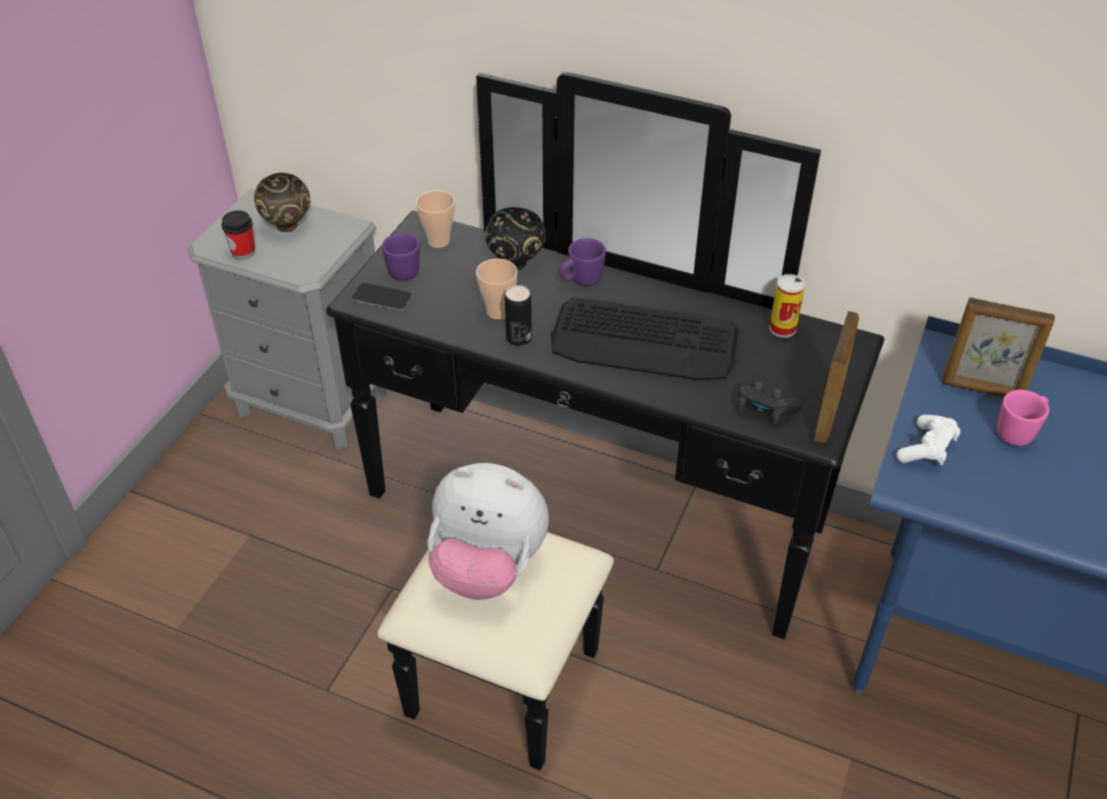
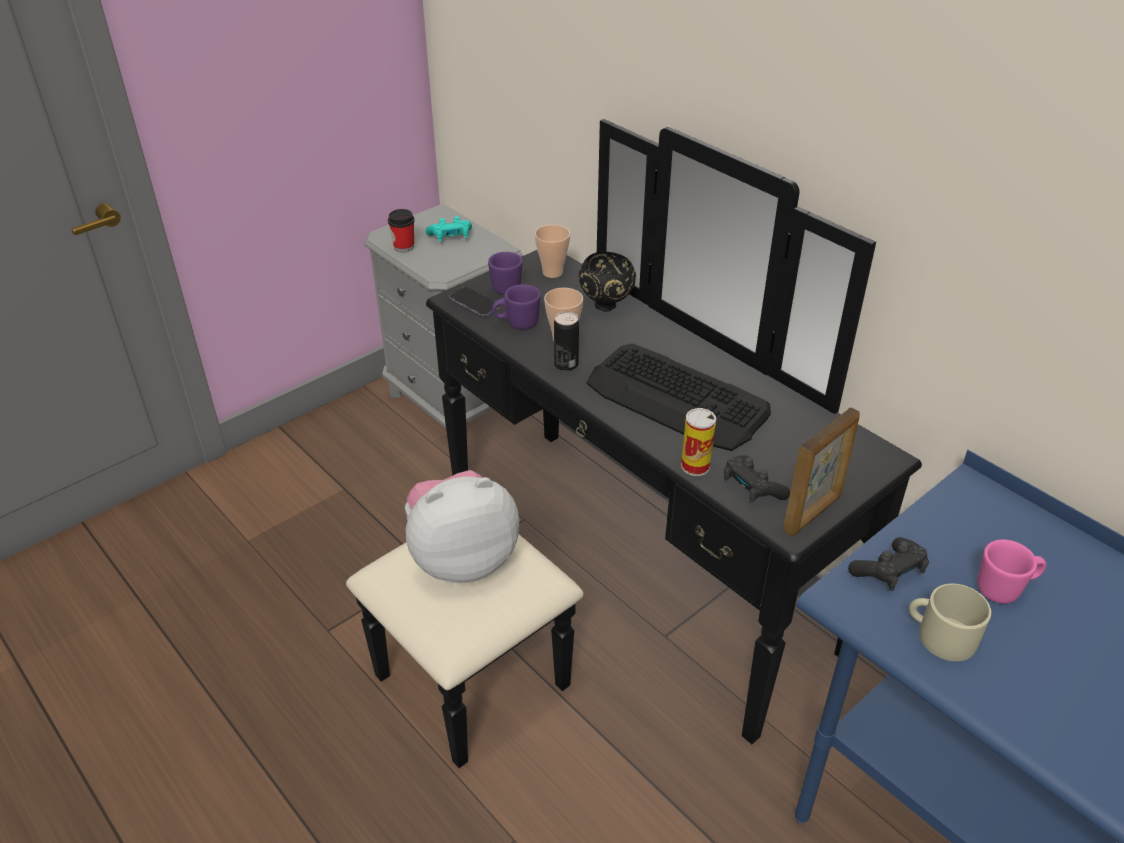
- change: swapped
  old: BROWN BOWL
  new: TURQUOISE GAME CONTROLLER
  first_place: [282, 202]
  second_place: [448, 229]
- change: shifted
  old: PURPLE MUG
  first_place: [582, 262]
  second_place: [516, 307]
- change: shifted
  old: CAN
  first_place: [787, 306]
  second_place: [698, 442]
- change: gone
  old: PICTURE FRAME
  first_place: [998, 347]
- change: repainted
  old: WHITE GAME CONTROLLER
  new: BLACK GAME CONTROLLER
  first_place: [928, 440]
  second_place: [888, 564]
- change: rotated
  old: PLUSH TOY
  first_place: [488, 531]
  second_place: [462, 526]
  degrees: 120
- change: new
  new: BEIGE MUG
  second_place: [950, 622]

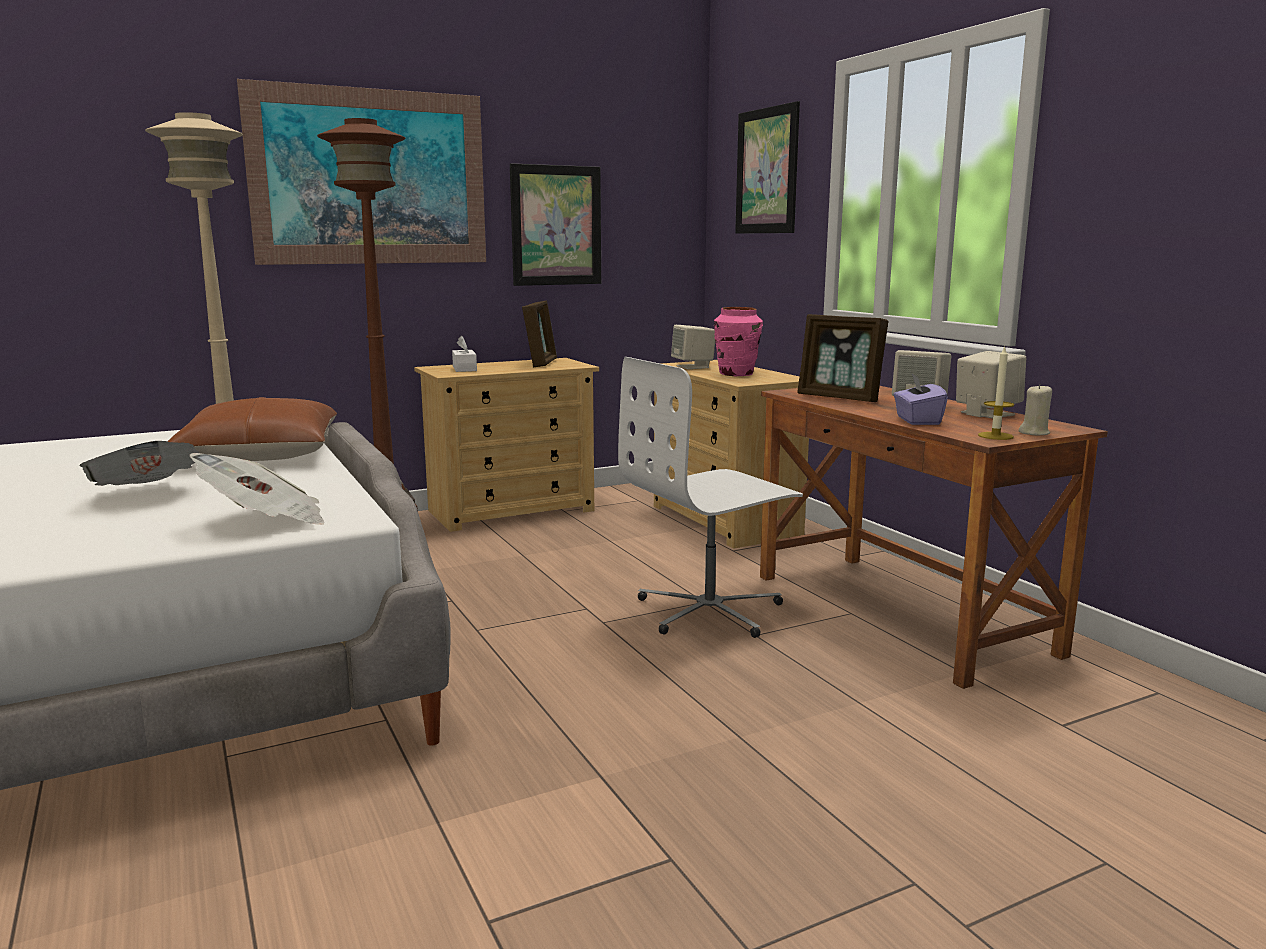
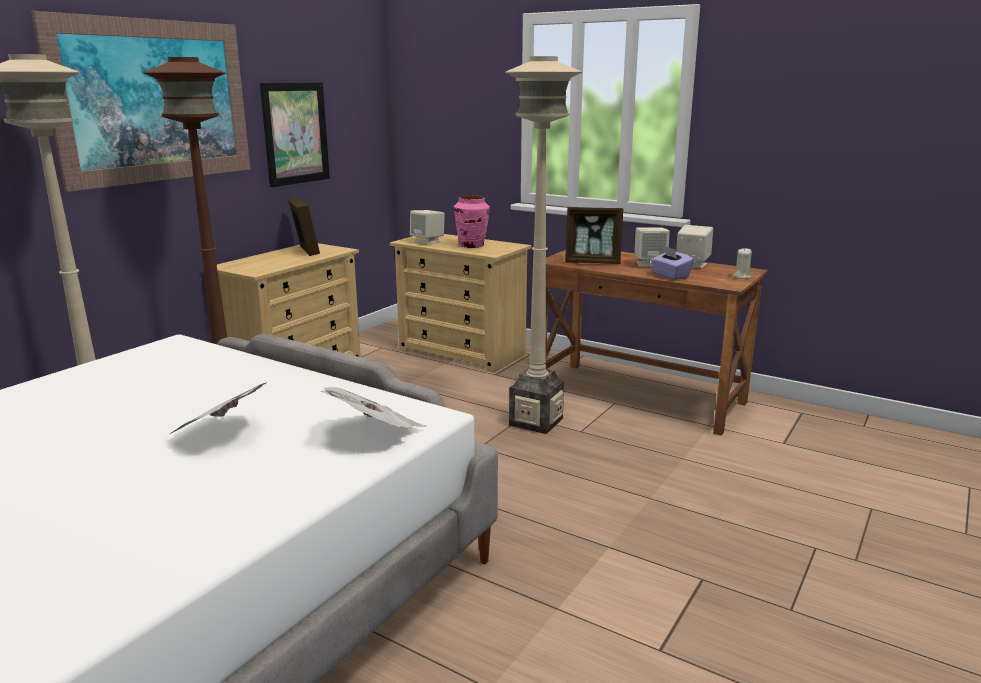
- change: gone
  old: PICTURE
  first_place: [767, 167]
- change: gone
  old: WHITE TISSUE BOX
  first_place: [464, 354]
- change: gone
  old: CANDLE
  first_place: [996, 393]
- change: swapped
  old: WHITE OFFICE CHAIR
  new: BEIGE FLOOR LAMP
  first_place: [710, 497]
  second_place: [543, 245]
- change: gone
  old: BROWN PILLOW
  first_place: [252, 429]

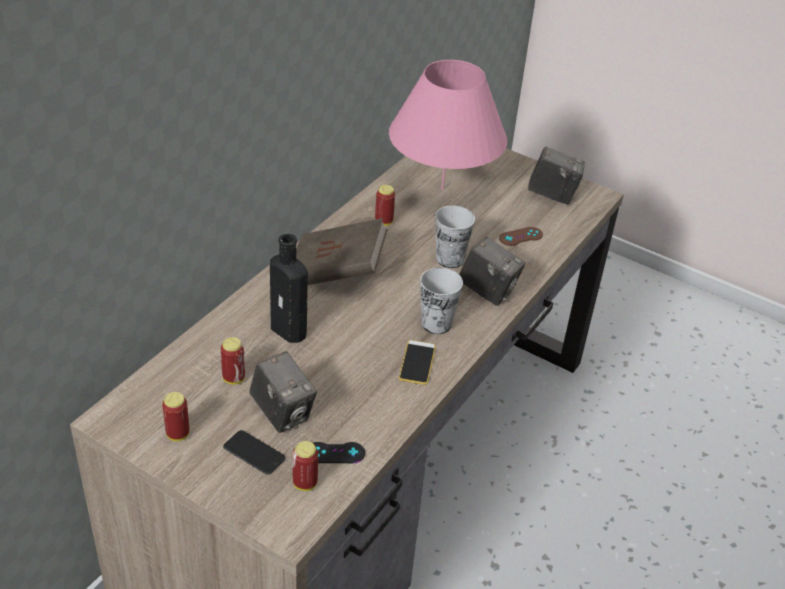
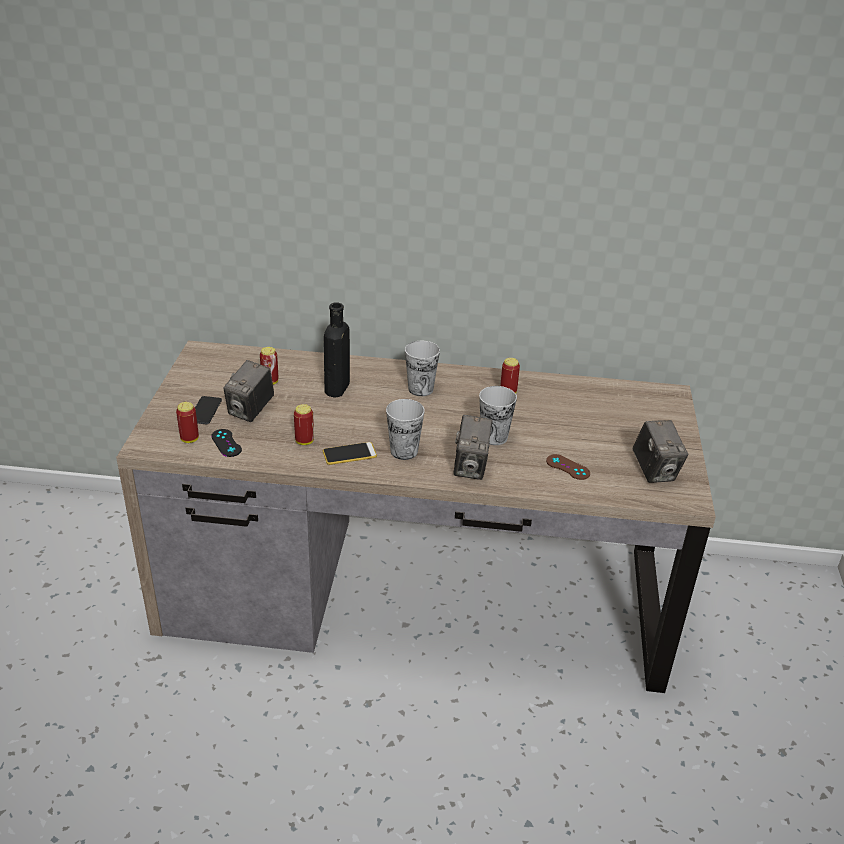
- change: gone
  old: PINK TABLE LAMP
  first_place: [448, 125]
- change: swapped
  old: BROWN BOOK
  new: CUP
  first_place: [342, 251]
  second_place: [422, 368]
- change: shifted
  old: CAN
  first_place: [176, 416]
  second_place: [304, 424]

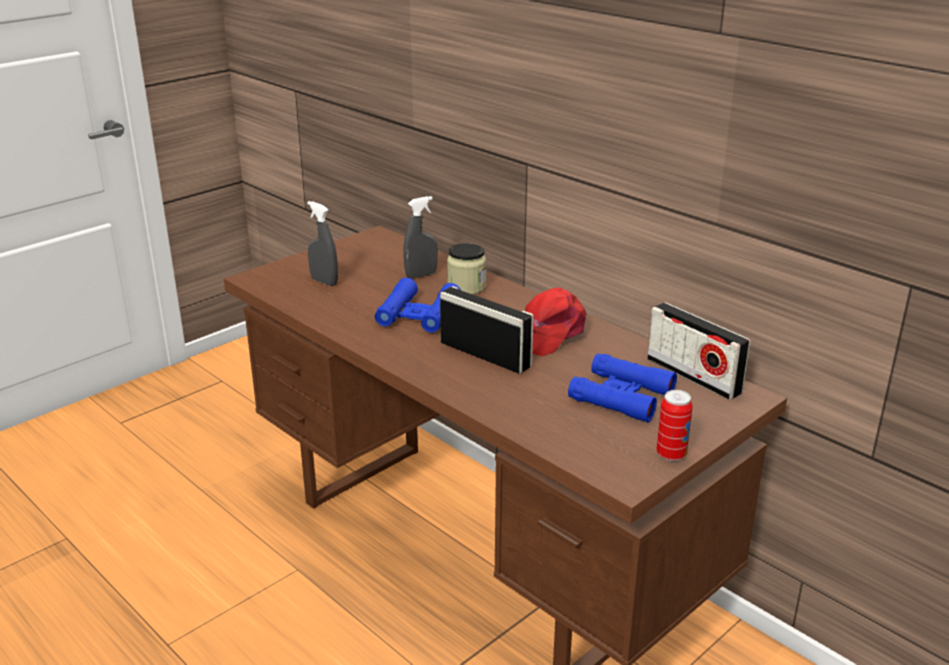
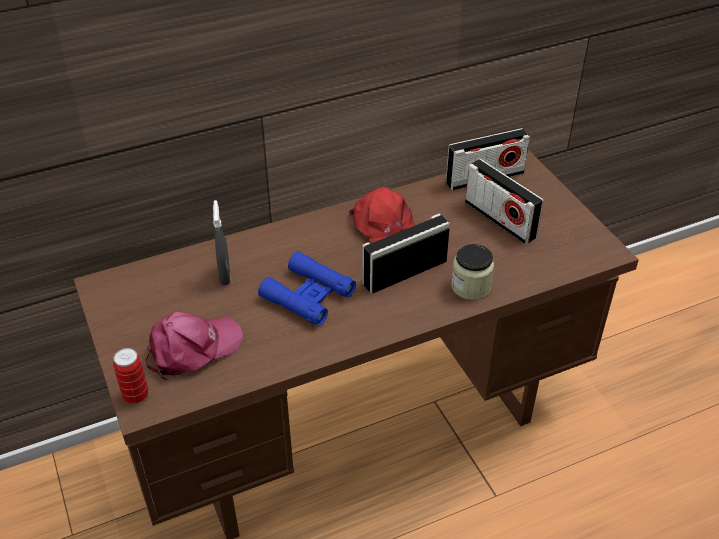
- change: swapped
  old: GREY SPRAY BOTTLE
  new: PINK CAP
  first_place: [322, 243]
  second_place: [194, 346]
- change: shifted
  old: JAR
  first_place: [466, 268]
  second_place: [472, 272]
- change: swapped
  old: BLUE BINOCULARS
  new: RADIO
  first_place: [622, 387]
  second_place: [504, 201]
- change: shifted
  old: CAN
  first_place: [675, 426]
  second_place: [131, 376]

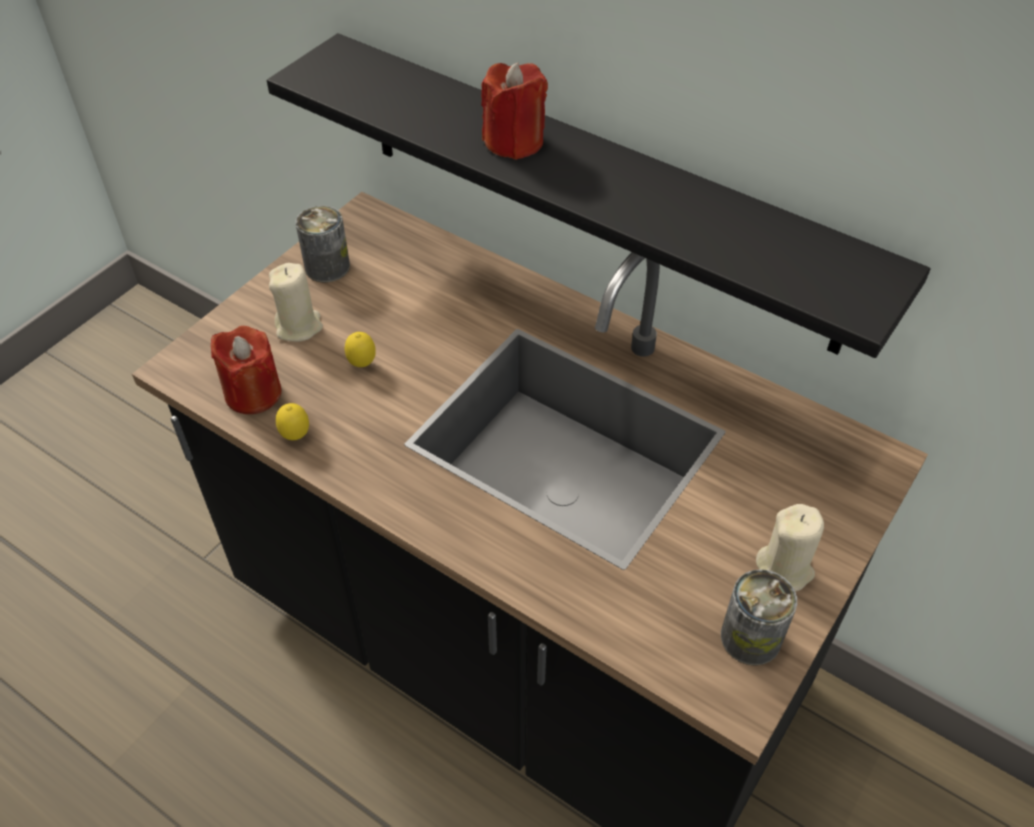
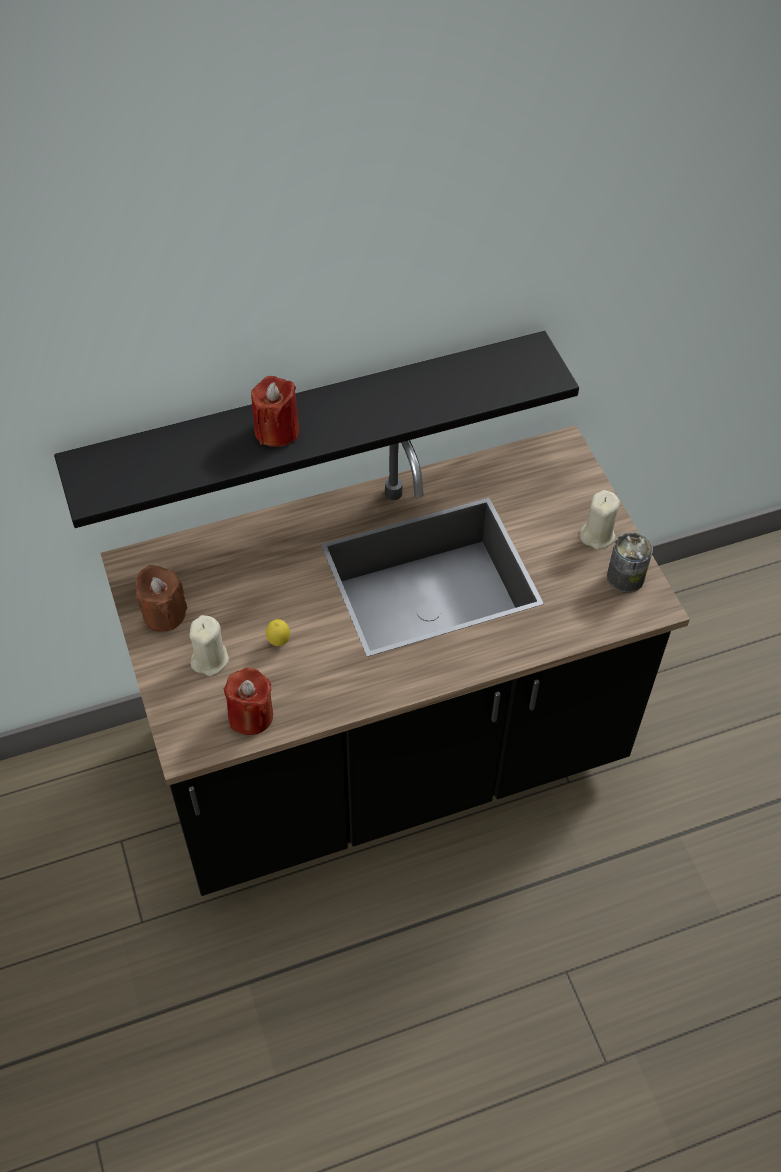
- change: swapped
  old: CAN
  new: BROWN CANDLE
  first_place: [322, 244]
  second_place: [161, 598]
- change: gone
  old: LEMON
  first_place: [292, 421]

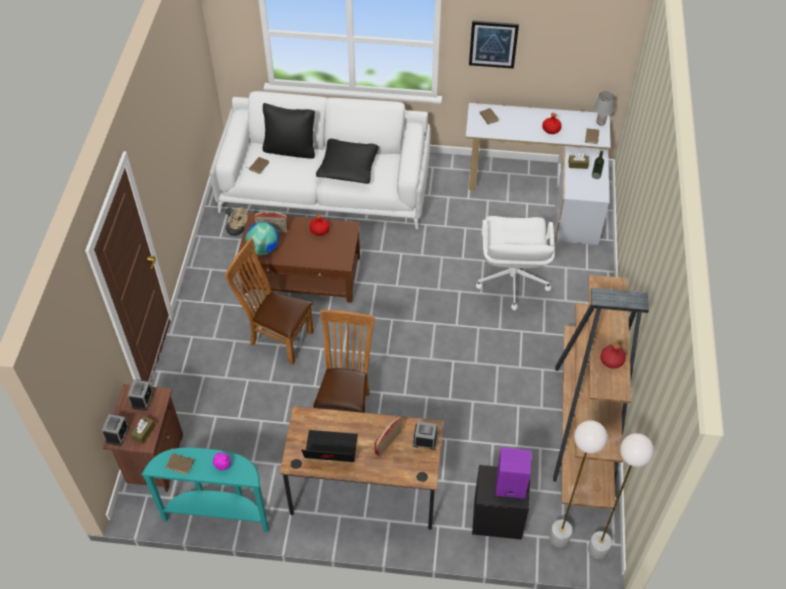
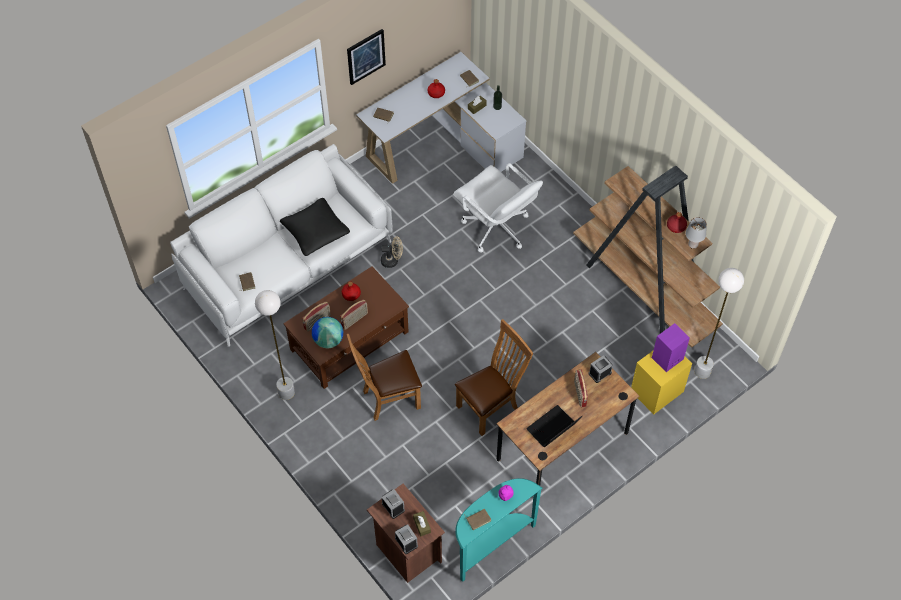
- change: shifted
  old: GREY TABLE LAMP
  first_place: [604, 108]
  second_place: [696, 233]
- change: gone
  old: BLACK PILLOW
  first_place: [288, 131]
- change: shifted
  old: BEIGE FAN
  first_place: [236, 221]
  second_place: [392, 252]
- change: rotated
  old: BROWN CHAIR
  first_place: [344, 361]
  second_place: [494, 377]
  degrees: 90
- change: shifted
  old: WHITE FLOOR LAMP
  first_place: [621, 496]
  second_place: [275, 345]
- change: repainted
  old: BLACK NIGHTSTAND
  new: YELLOW NIGHTSTAND
  first_place: [501, 502]
  second_place: [661, 382]
- change: new
  new: RADIO
  second_place: [354, 314]

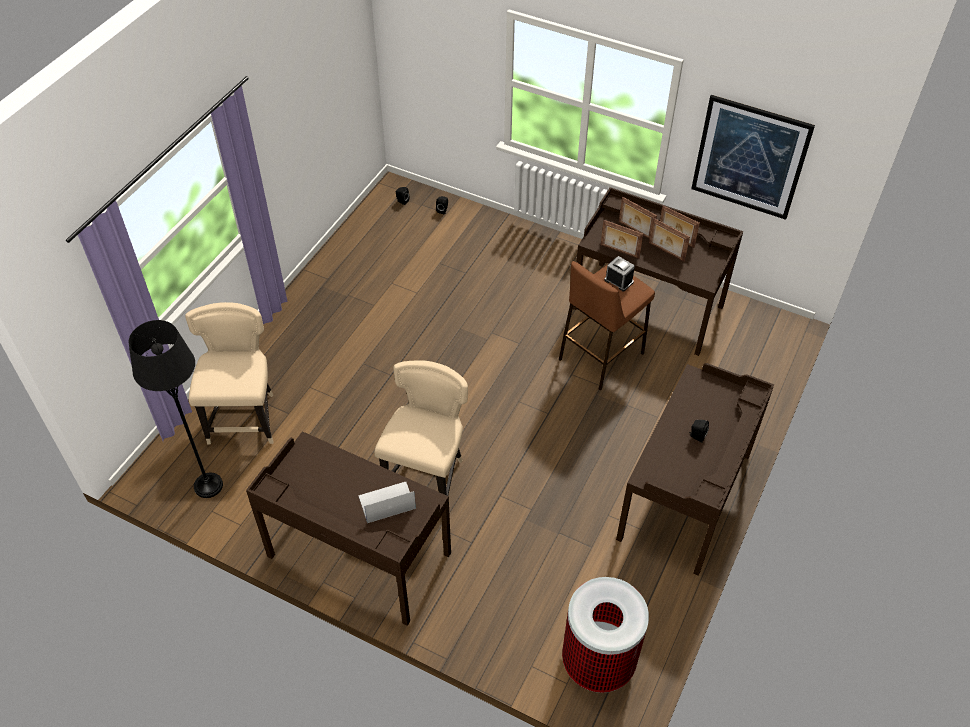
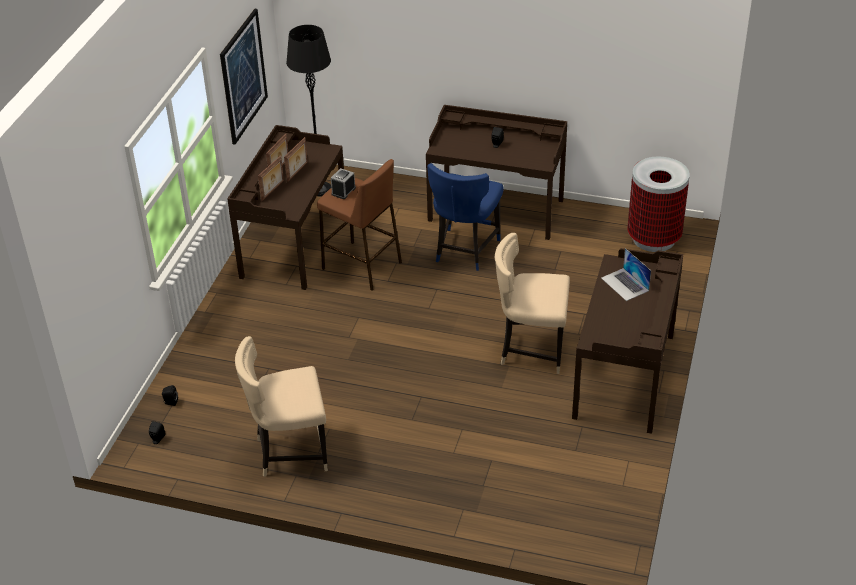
- change: gone
  old: PICTURE FRAME
  first_place: [622, 239]
- change: shifted
  old: BEIGE CHAIR
  first_place: [229, 373]
  second_place: [281, 406]
- change: shifted
  old: BLACK FLOOR LAMP
  first_place: [176, 409]
  second_place: [308, 110]
- change: new
  new: BLUE CHAIR
  second_place: [465, 217]

